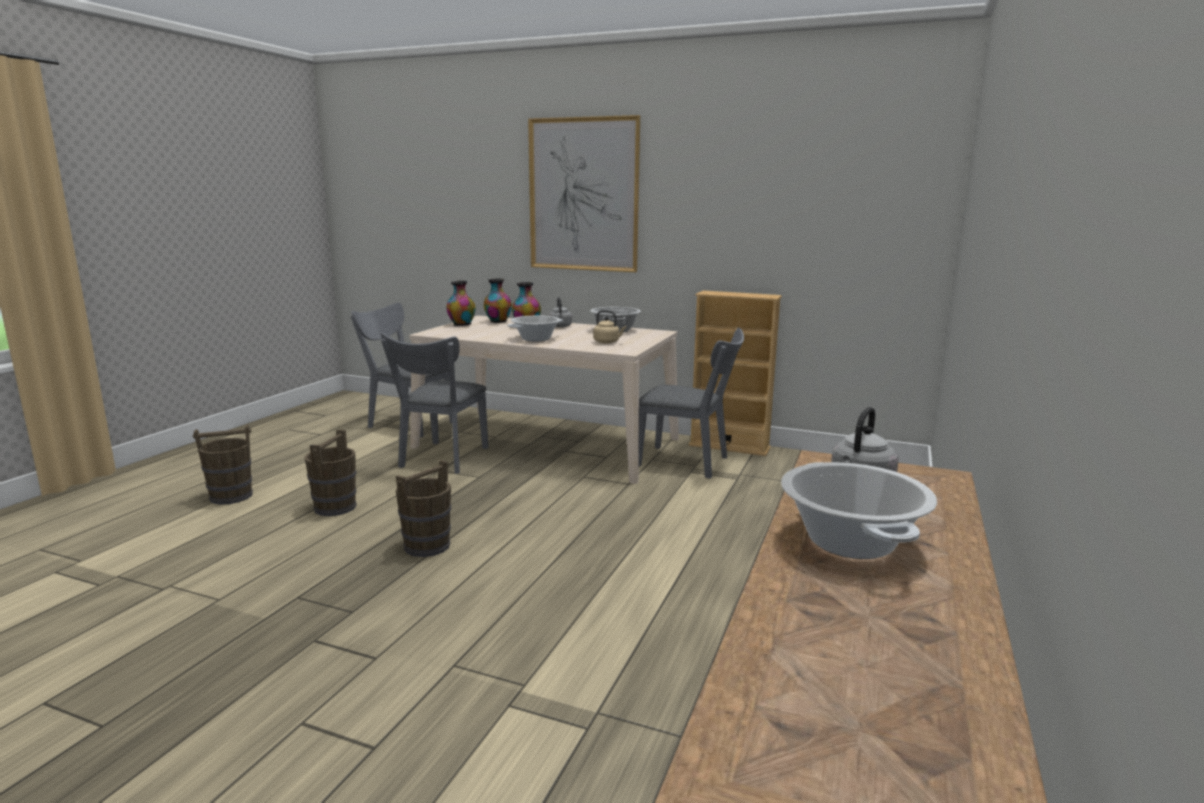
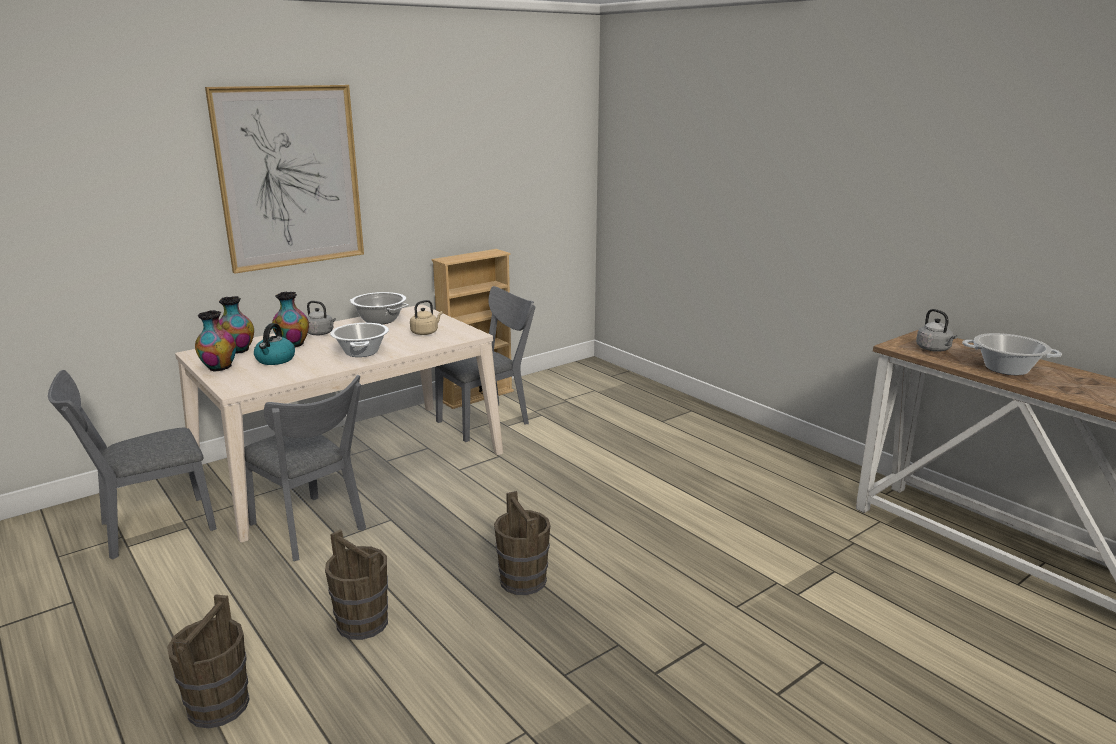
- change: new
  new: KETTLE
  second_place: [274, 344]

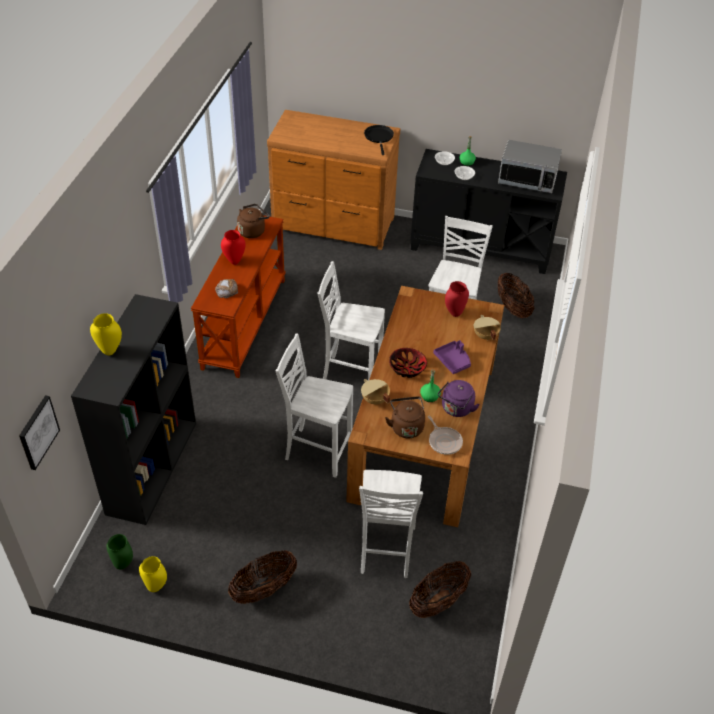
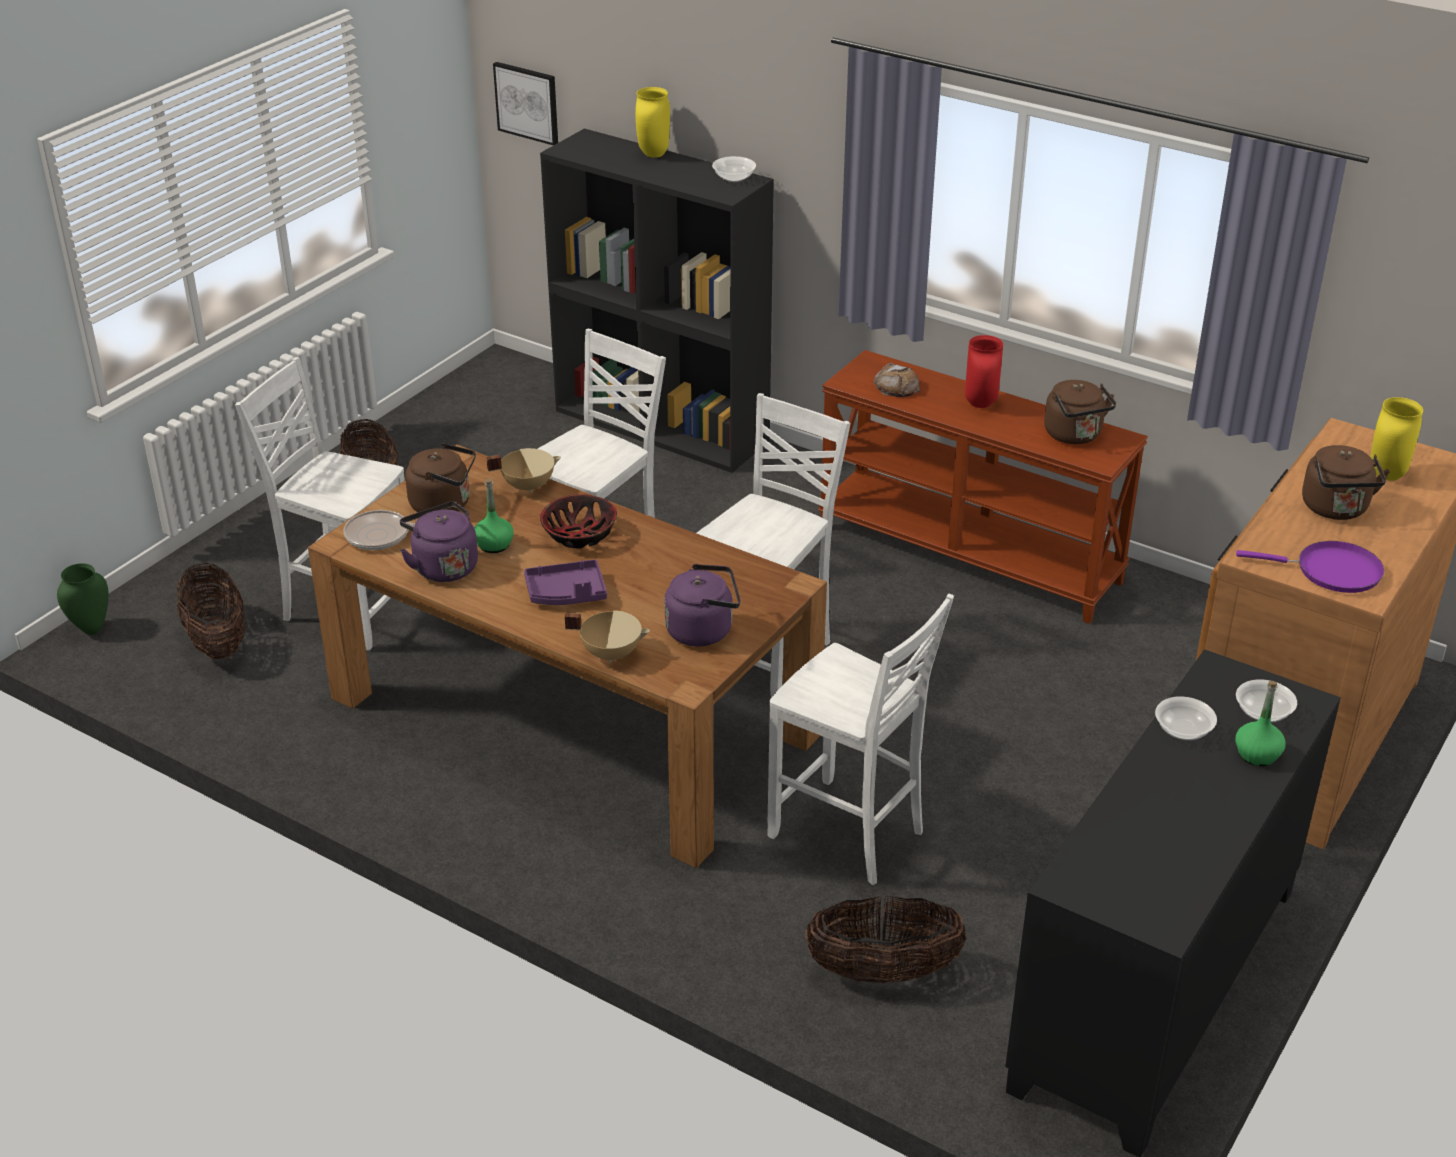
- change: repainted
  old: BLACK FRYING PAN
  new: PURPLE FRYING PAN
  first_place: [379, 140]
  second_place: [1310, 567]
- change: gone
  old: MICROWAVE
  first_place: [530, 166]
- change: swapped
  old: RED VASE
  new: PURPLE KETTLE
  first_place: [457, 299]
  second_place: [702, 605]
- change: shifted
  old: GREEN VASE
  first_place: [119, 551]
  second_place: [82, 599]
- change: shifted
  old: YELLOW VASE
  first_place: [153, 574]
  second_place: [1396, 439]
- change: new
  new: BOWL
  second_place: [734, 169]
- change: new
  new: BROWN KETTLE
  second_place: [1346, 482]

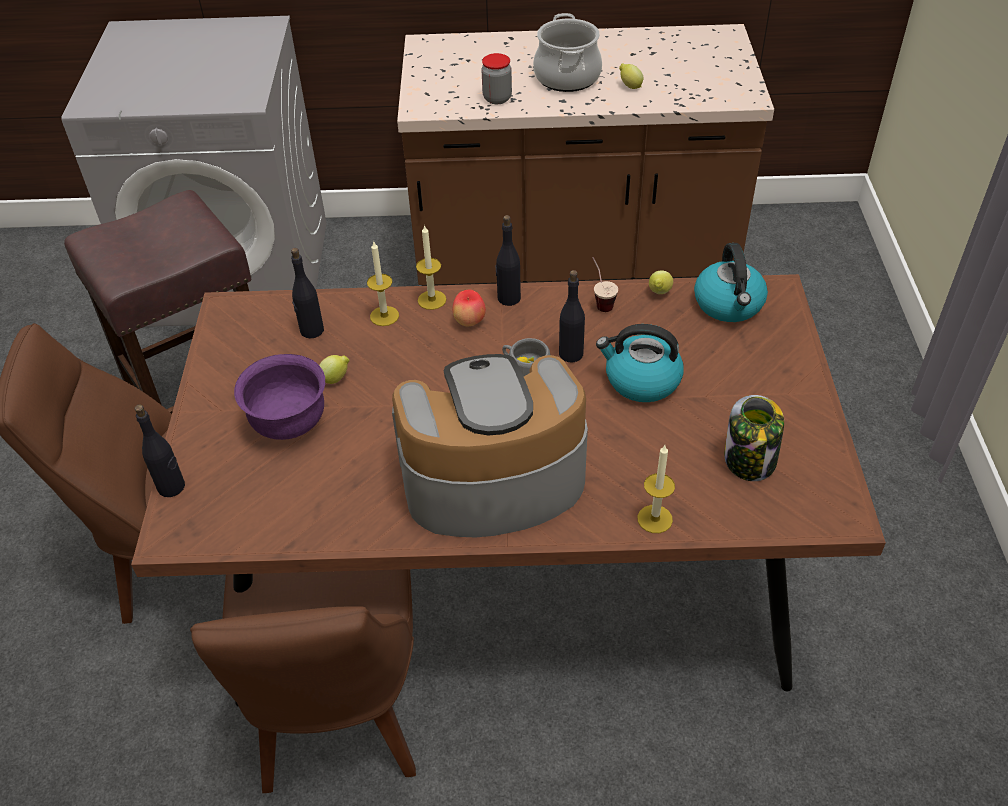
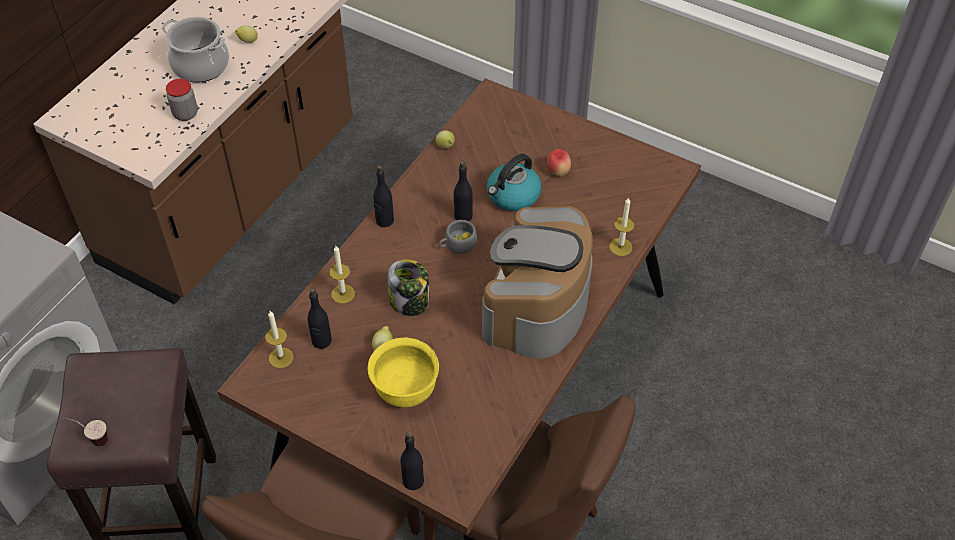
- change: shifted
  old: CANDLE
  first_place: [431, 267]
  second_place: [279, 339]
- change: gone
  old: KETTLE
  first_place: [731, 282]
- change: shifted
  old: CUP
  first_place: [605, 284]
  second_place: [85, 431]
- change: shifted
  old: APPLE
  first_place: [469, 308]
  second_place: [559, 162]
- change: repainted
  old: PURPLE BOWL
  new: YELLOW BOWL
  first_place: [279, 397]
  second_place: [403, 372]
- change: shifted
  old: JAR
  first_place: [754, 438]
  second_place: [408, 287]

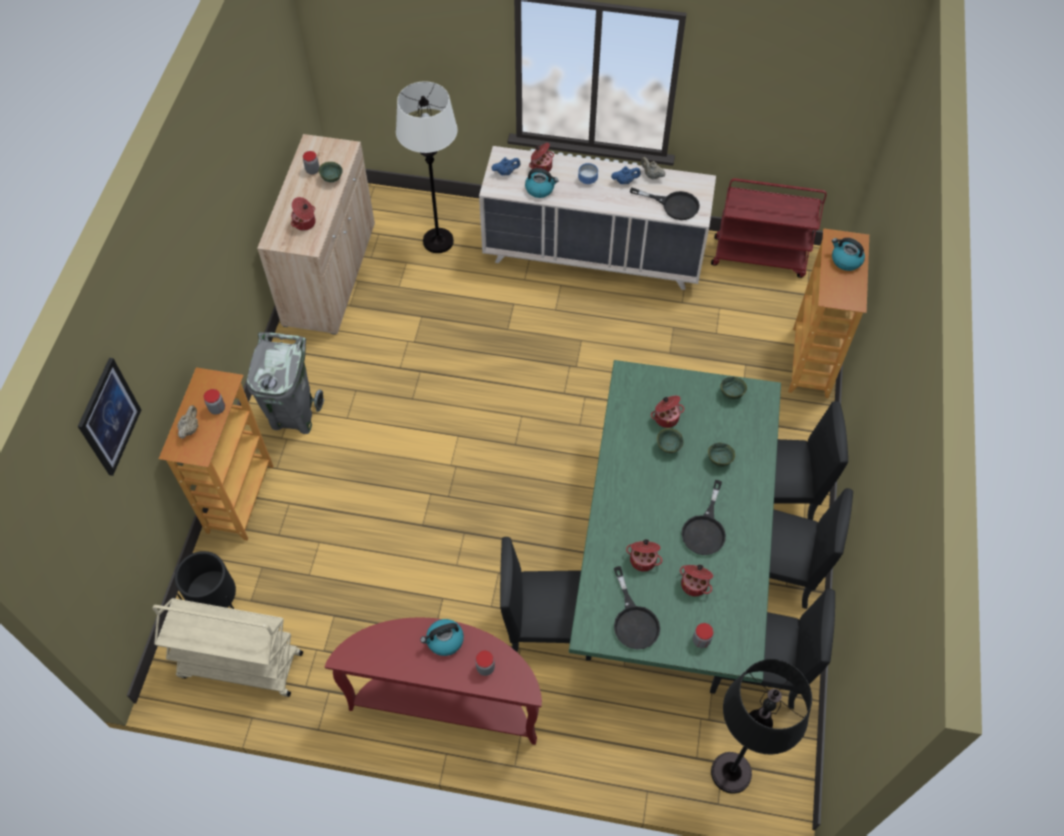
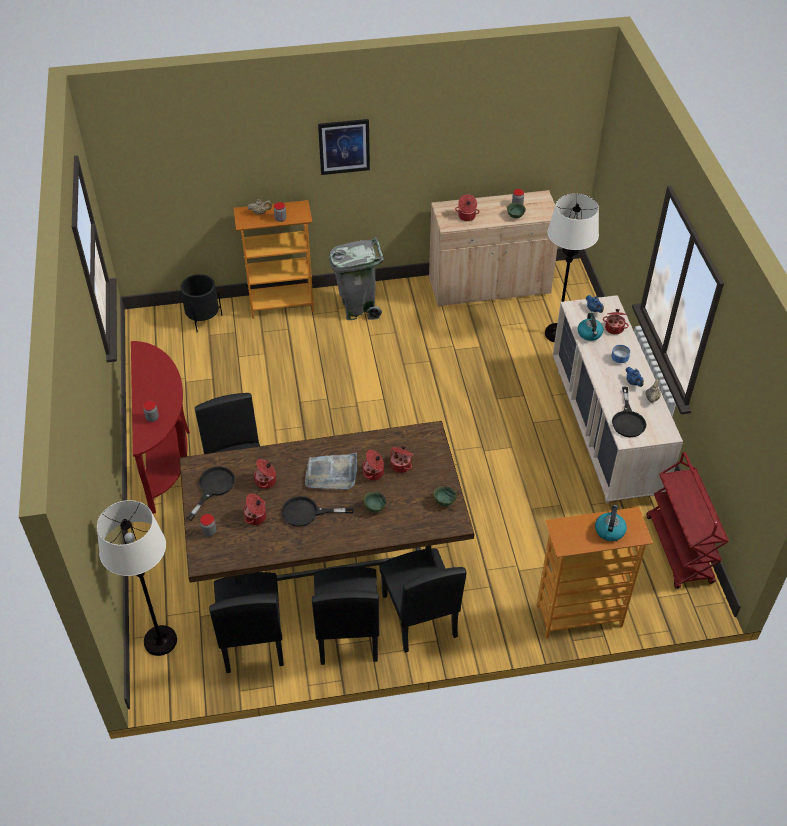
- change: shifted
  old: PICTURE
  first_place: [109, 417]
  second_place: [344, 147]
- change: repainted
  old: GREEN DINING TABLE
  new: BROWN DINING TABLE
  first_place: [675, 521]
  second_place: [326, 502]
- change: swapped
  old: GREEN BOWL
  new: COOKING POT
  first_place: [670, 440]
  second_place: [373, 465]
- change: rotated
  old: BLACK FRYING PAN
  first_place: [637, 607]
  second_place: [211, 494]
  degrees: 150
- change: gone
  old: BEIGE CART
  first_place: [227, 647]
- change: gone
  old: KETTLE
  first_place: [442, 637]
- change: repainted
  old: BLACK FLOOR LAMP
  new: WHITE FLOOR LAMP
  first_place: [761, 726]
  second_place: [137, 578]
- change: new
  new: GREY TRAY
  second_place: [331, 471]

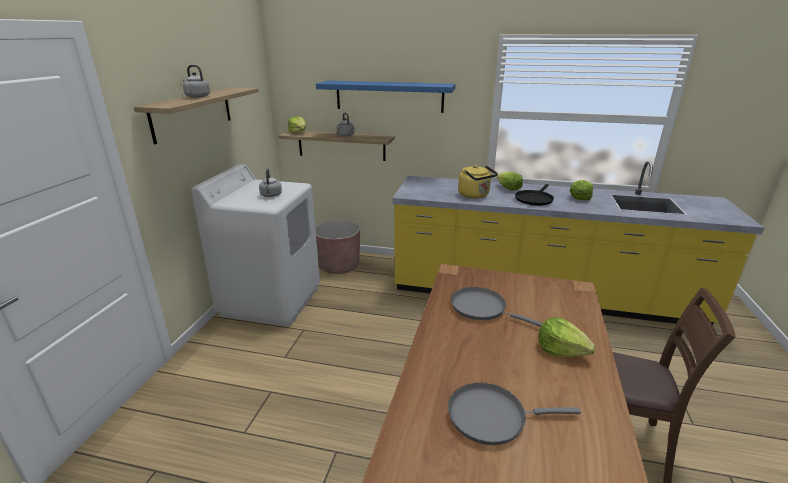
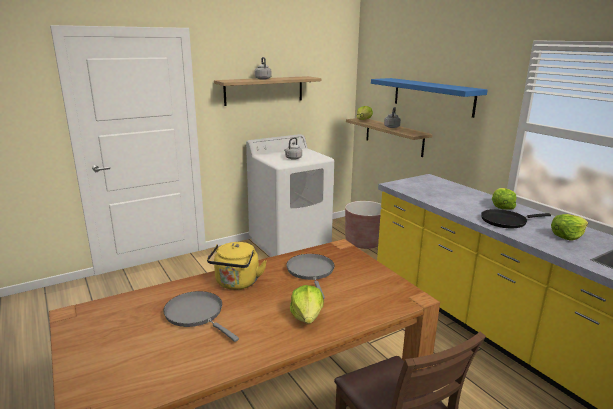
- change: shifted
  old: YELLOW KETTLE
  first_place: [478, 182]
  second_place: [237, 266]

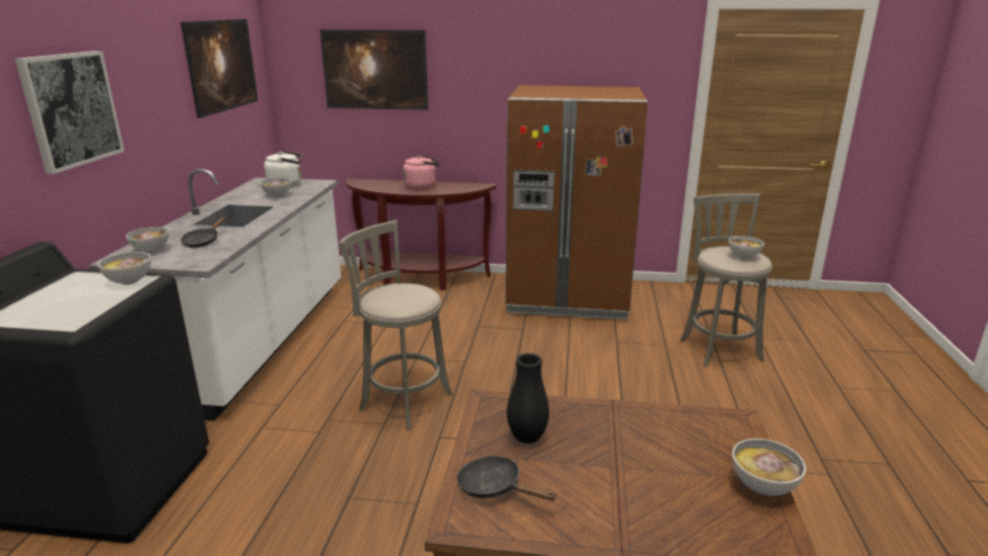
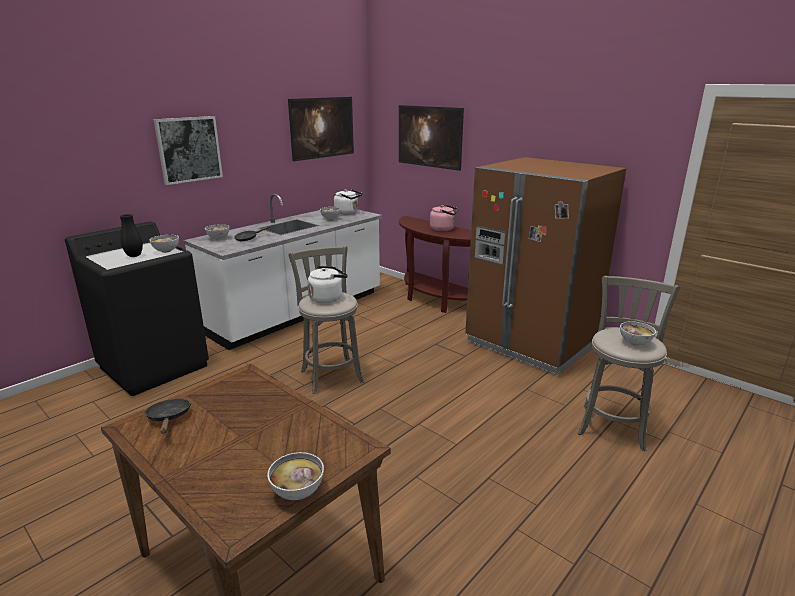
- change: shifted
  old: BLACK VASE
  first_place: [528, 398]
  second_place: [131, 235]
- change: new
  new: WHITE KETTLE
  second_place: [328, 284]

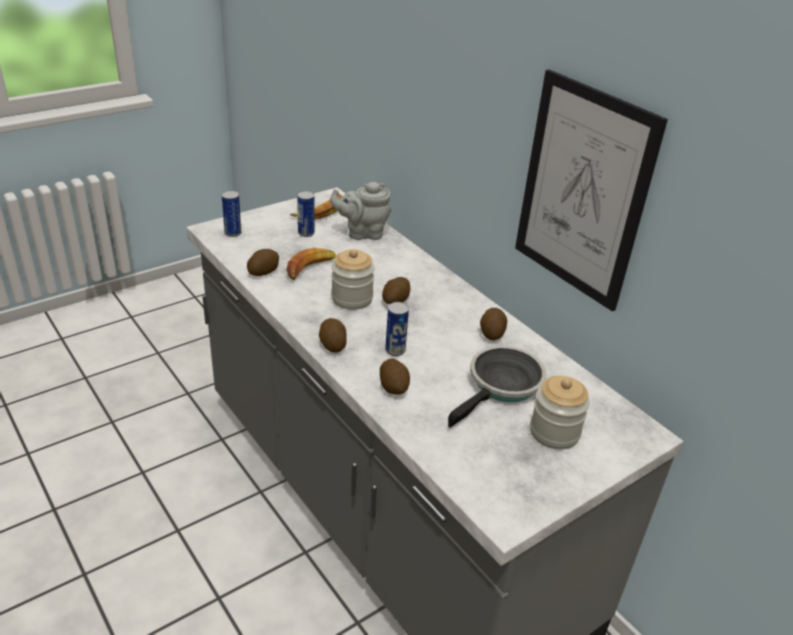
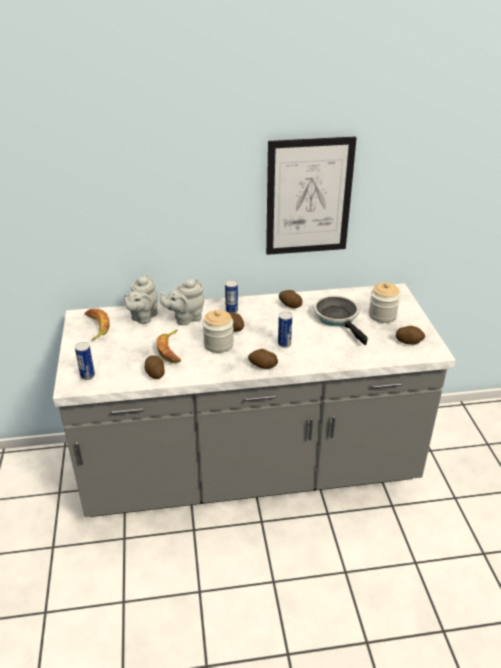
- change: shifted
  old: CAN
  first_place: [306, 214]
  second_place: [231, 296]
- change: shifted
  old: POTATO
  first_place: [395, 376]
  second_place: [410, 335]
- change: new
  new: GREY TEAPOT
  second_place: [182, 301]

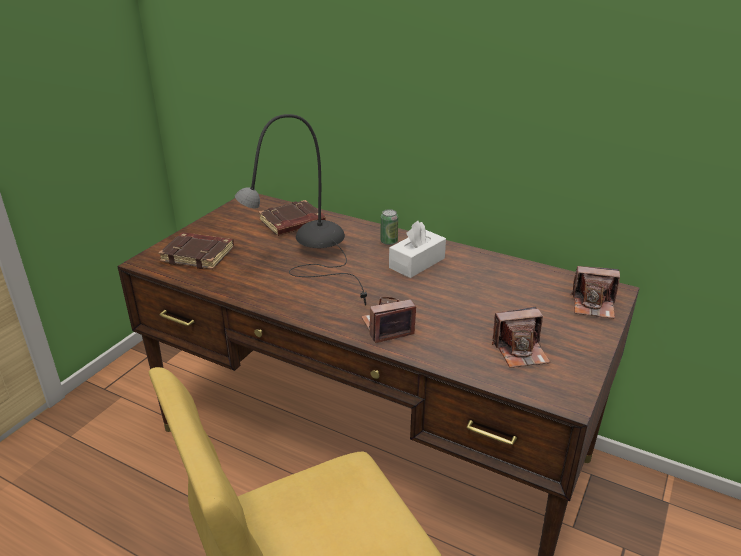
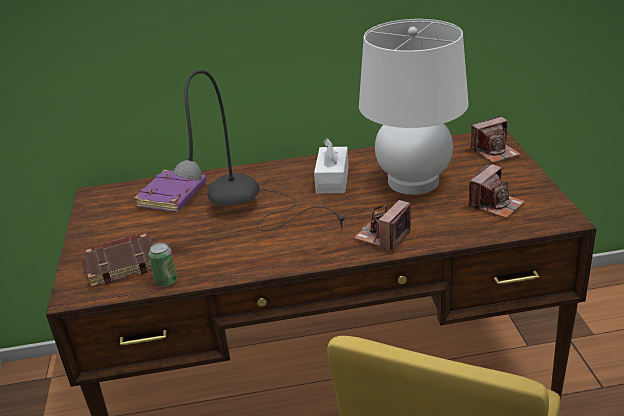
- change: repainted
  old: BROWN BOOK
  new: PURPLE BOOK
  first_place: [292, 218]
  second_place: [170, 191]
- change: shifted
  old: CAN
  first_place: [389, 227]
  second_place: [163, 264]
- change: new
  new: WHITE TABLE LAMP
  second_place: [414, 107]

